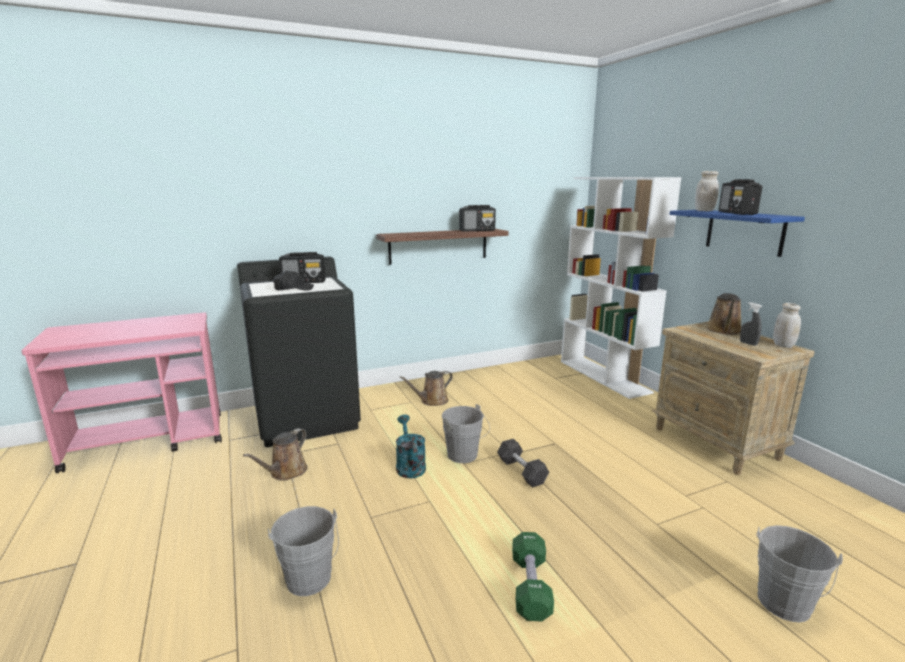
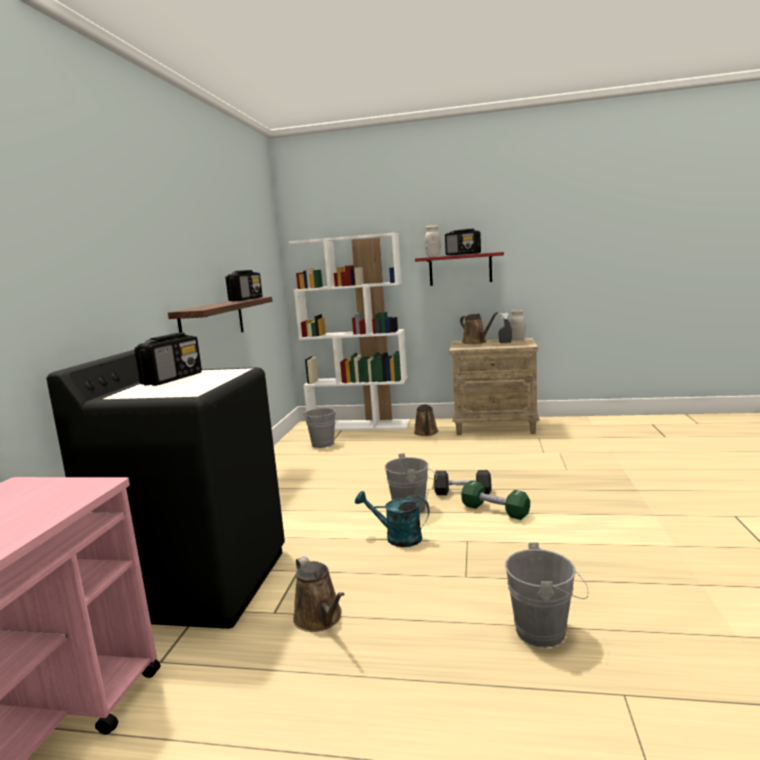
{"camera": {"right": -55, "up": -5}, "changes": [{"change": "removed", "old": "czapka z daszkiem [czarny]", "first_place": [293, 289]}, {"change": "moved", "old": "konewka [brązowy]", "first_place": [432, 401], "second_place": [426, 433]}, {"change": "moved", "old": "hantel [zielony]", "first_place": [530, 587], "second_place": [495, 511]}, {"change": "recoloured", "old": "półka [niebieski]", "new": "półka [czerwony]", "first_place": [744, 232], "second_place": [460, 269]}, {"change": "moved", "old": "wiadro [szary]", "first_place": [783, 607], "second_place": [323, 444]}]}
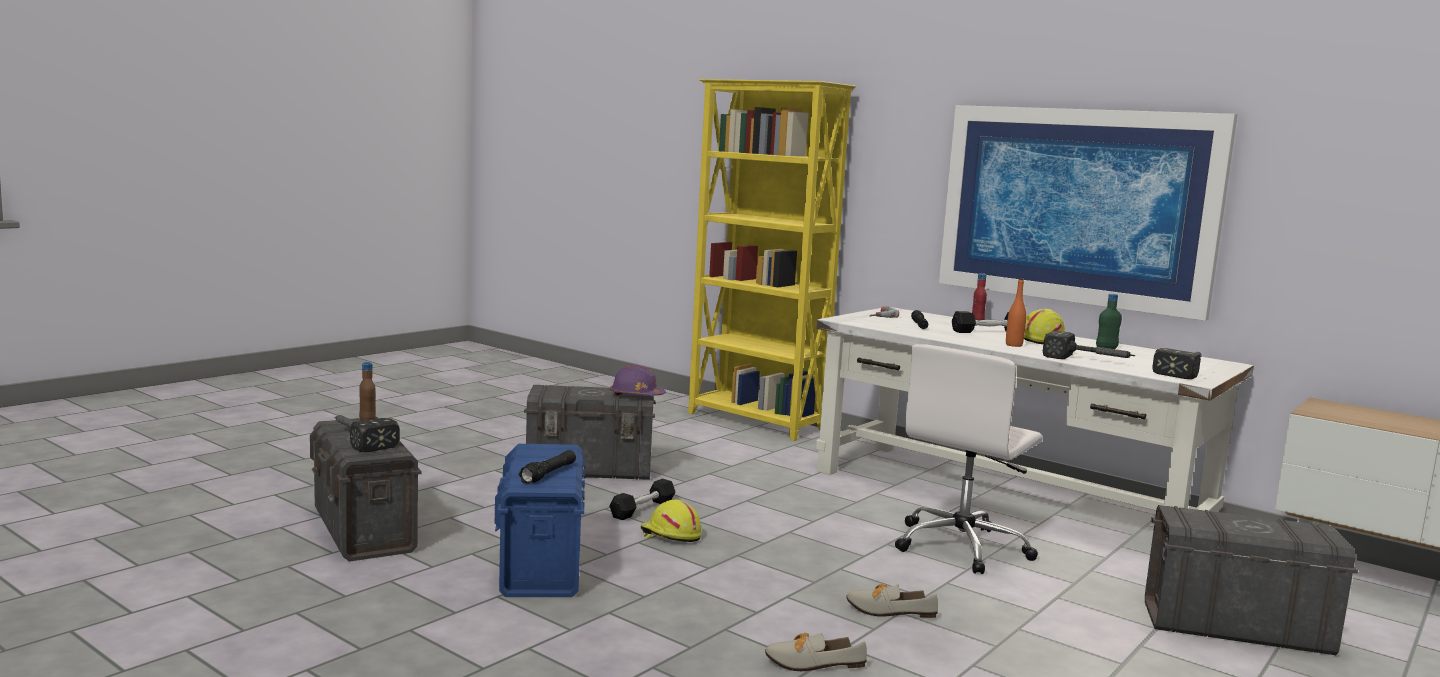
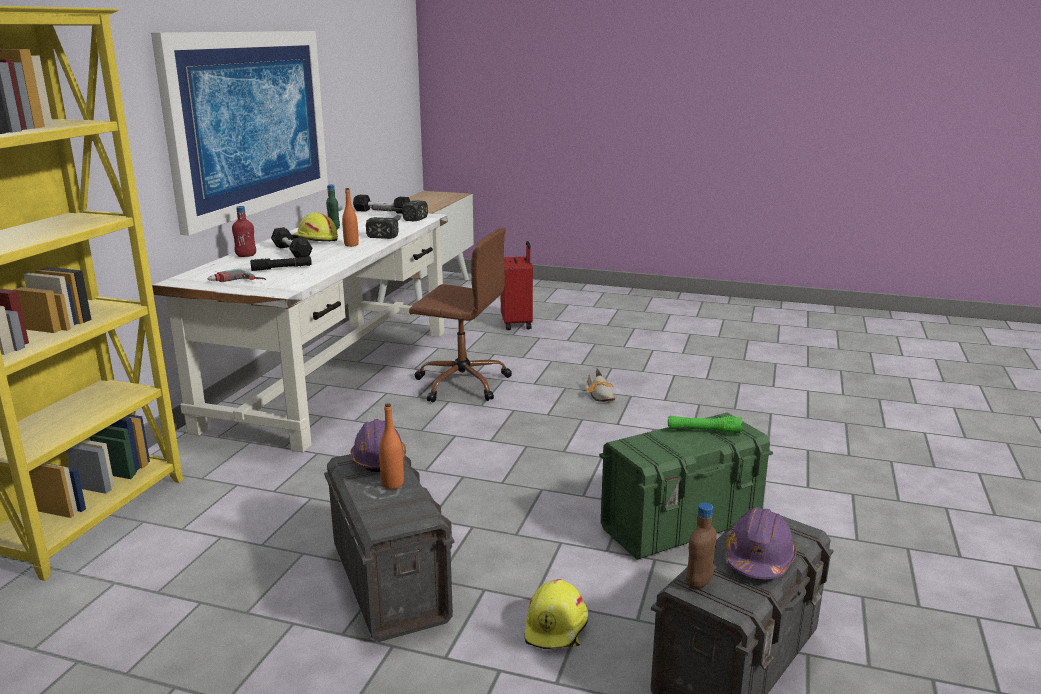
{"camera": {"right": -110, "up": 10}, "changes": [{"change": "replaced", "old": "młotek", "new": "kask [fioletowy]", "first_place": [358, 439], "second_place": [759, 559]}, {"change": "recoloured", "old": "pojemnik do przechowywania [niebieski]", "new": "pojemnik do przechowywania [zielony]", "first_place": [541, 564], "second_place": [681, 524]}, {"change": "recoloured", "old": "latarka [czarny]", "new": "latarka [zielony]", "first_place": [548, 474], "second_place": [703, 431]}, {"change": "moved", "old": "hantel [czarny]", "first_place": [642, 509], "second_place": [382, 211]}, {"change": "moved", "old": "kask [żółty]", "first_place": [670, 535], "second_place": [556, 628]}, {"change": "removed", "old": "but", "first_place": [807, 663]}, {"change": "recoloured", "old": "krzesło biurowe [biały]", "new": "krzesło biurowe [brązowy]", "first_place": [962, 546], "second_place": [460, 383]}, {"change": "replaced", "old": "pojemnik do przechowywania [szary]", "new": "walizka [czerwony]", "first_place": [1234, 627], "second_place": [517, 324]}, {"change": "added", "new": "butelka [pomarańczowy]", "second_place": [392, 484]}]}
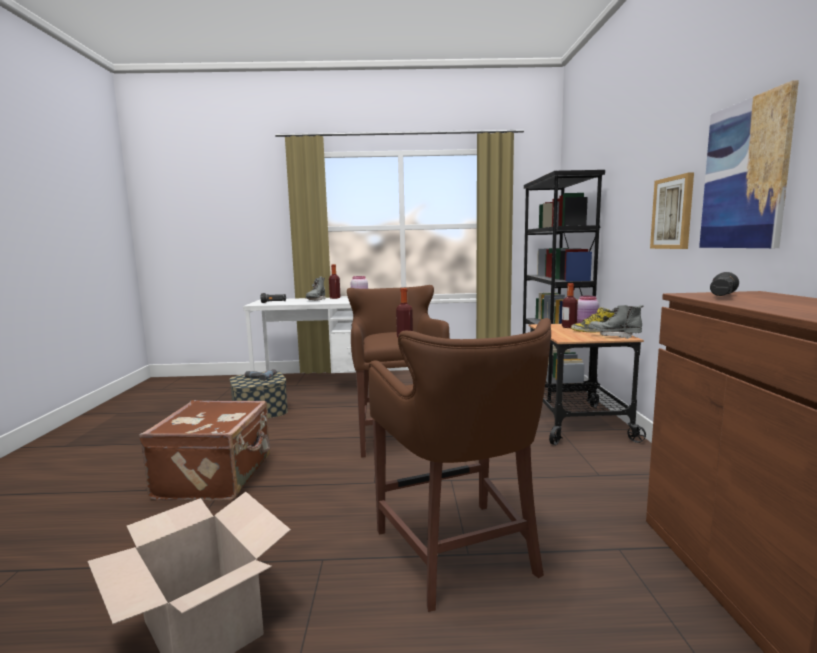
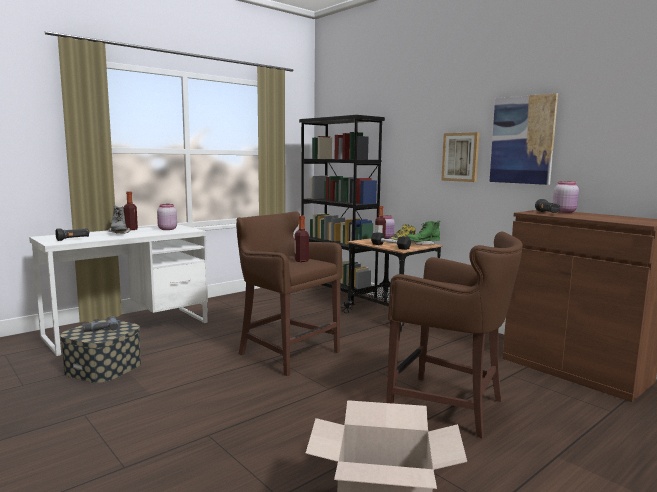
{"camera": {"right": -40, "up": 0}, "changes": [{"change": "removed", "old": "walizka [brązowy]", "first_place": [217, 477]}, {"change": "recoloured", "old": "but z cholewką [szary]", "new": "but z cholewką [zielony]", "first_place": [614, 336], "second_place": [422, 244]}, {"change": "added", "new": "hantel [czarny]", "second_place": [390, 246]}, {"change": "added", "new": "słoik [różowy]", "second_place": [564, 212]}]}
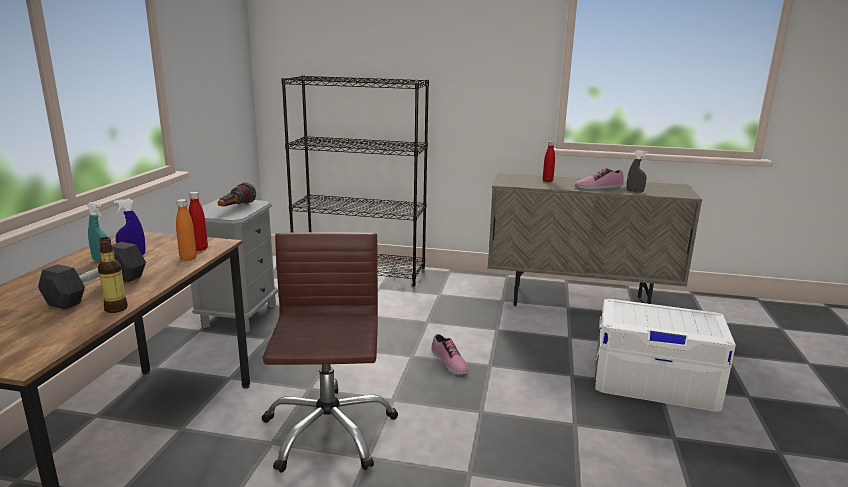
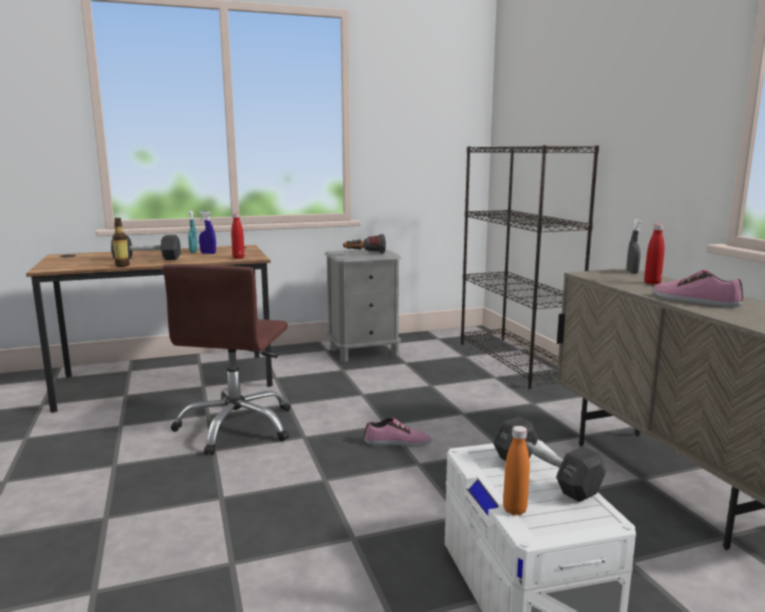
{"camera": {"right": 60, "up": -5}, "changes": [{"change": "moved", "old": "butelka [pomarańczowy]", "first_place": [188, 259], "second_place": [514, 510]}, {"change": "turned", "old": "krzesło biurowe [brązowy]", "first_place": [328, 431], "second_place": [237, 427], "degrees": 135}, {"change": "turned", "old": "but", "first_place": [448, 362], "second_place": [397, 443], "degrees": -120}, {"change": "moved", "old": "spryskiwacz [szary]", "first_place": [634, 191], "second_place": [632, 272]}, {"change": "added", "new": "hantel [czarny]", "second_place": [545, 475]}]}
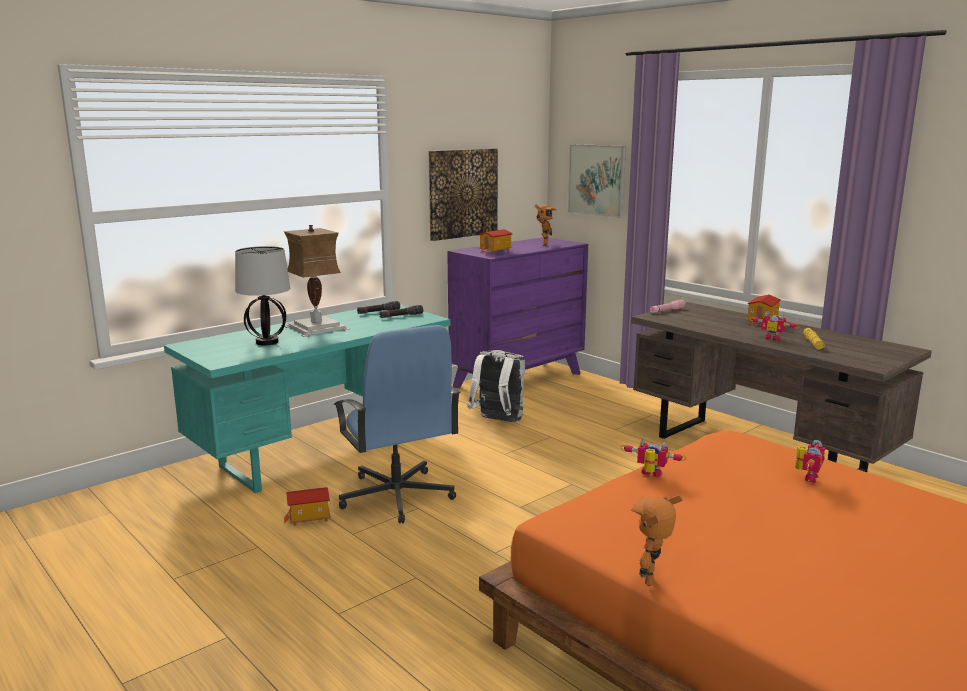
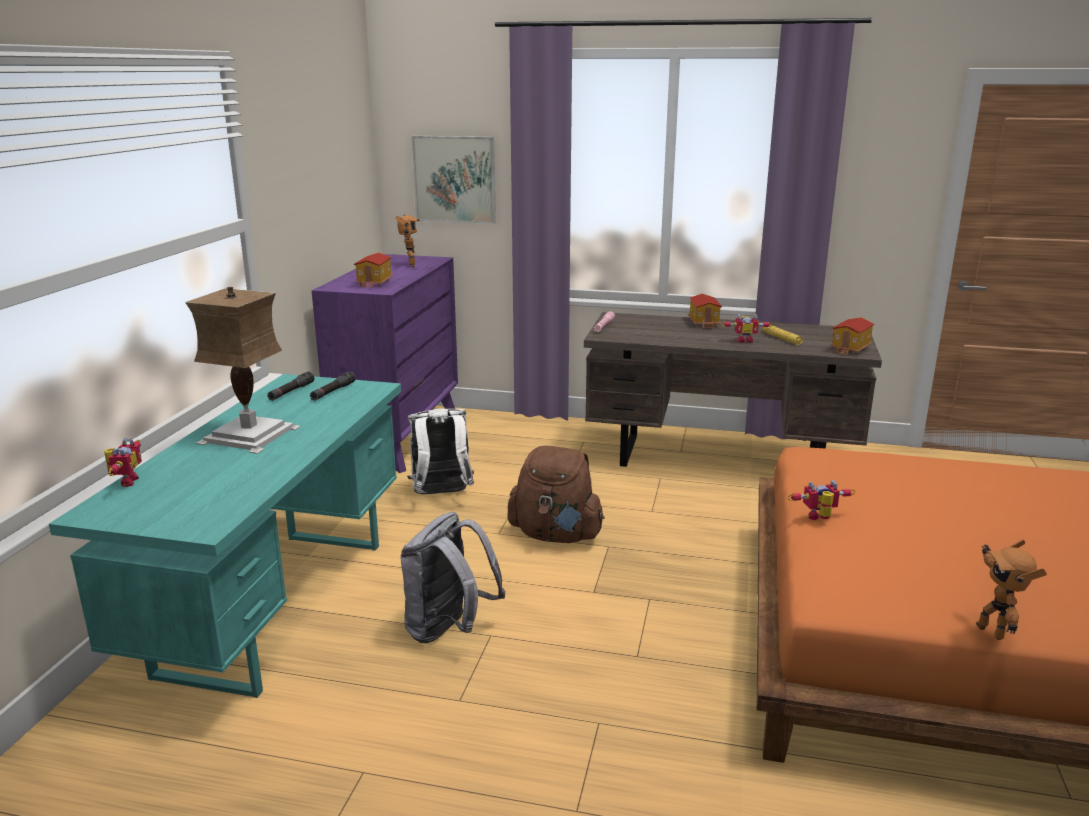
{"camera": {"right": -35, "up": 5}, "changes": [{"change": "removed", "old": "lampa stołowa", "first_place": [267, 342]}, {"change": "moved", "old": "domek", "first_place": [309, 518], "second_place": [851, 349]}, {"change": "replaced", "old": "krzesło biurowe [niebieski]", "new": "plecak [szary]", "first_place": [396, 496], "second_place": [448, 630]}, {"change": "removed", "old": "obraz", "first_place": [462, 193]}, {"change": "moved", "old": "robot zabawkowy", "first_place": [806, 477], "second_place": [125, 481]}, {"change": "added", "new": "plecak [brązowy]", "second_place": [556, 535]}]}
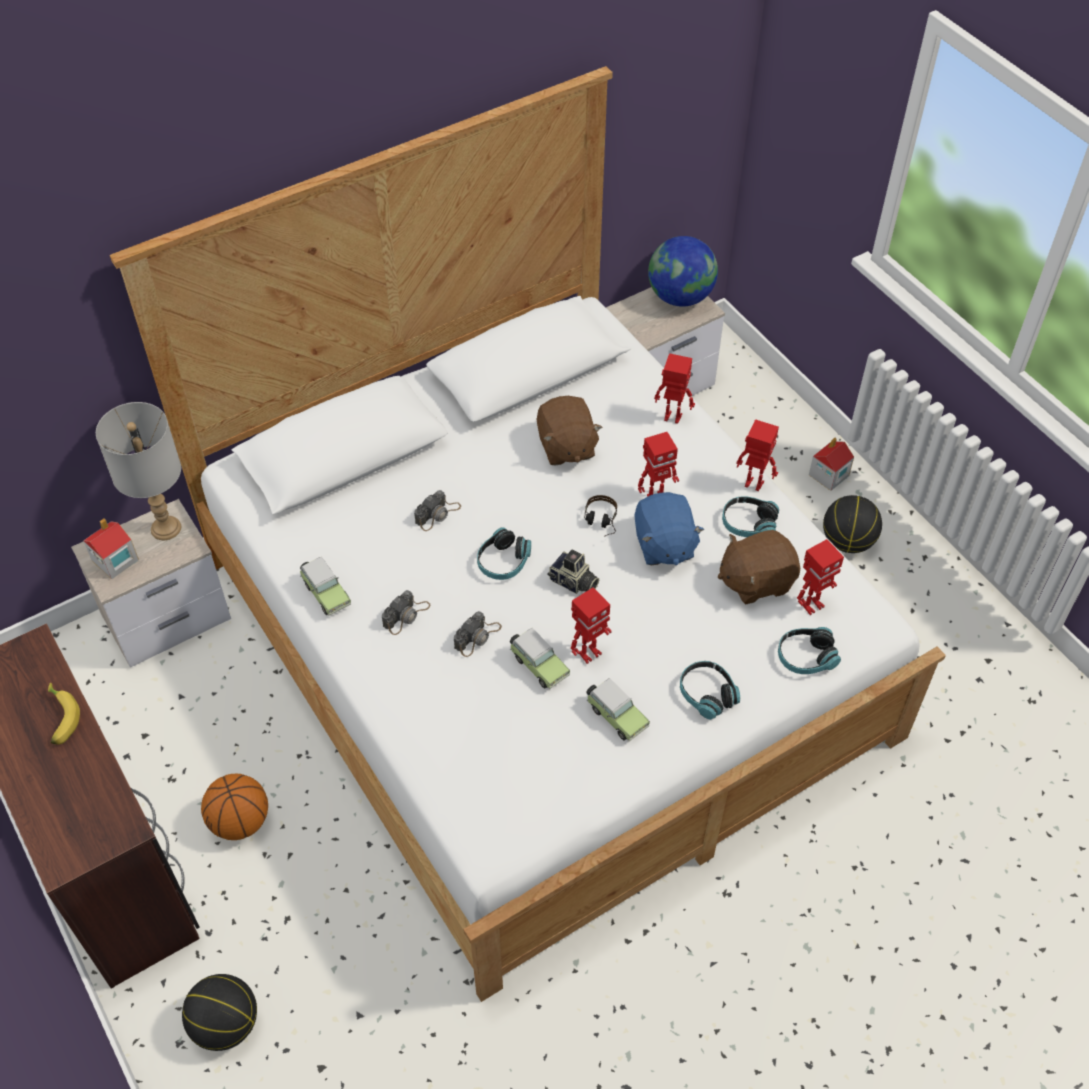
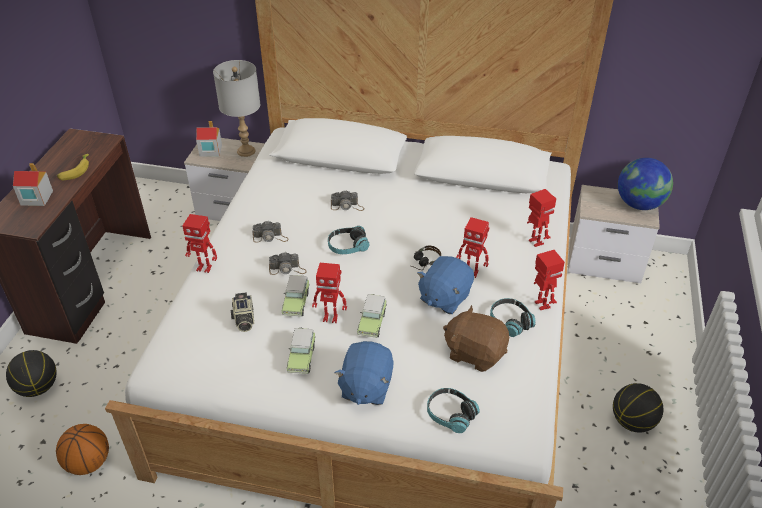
{"camera": {"right": 45, "up": -10}, "changes": [{"change": "moved", "old": "piłka do koszykówki", "first_place": [240, 821], "second_place": [89, 463]}, {"change": "moved", "old": "samochodzik", "first_place": [325, 593], "second_place": [372, 322]}, {"change": "removed", "old": "pluszak [brązowy]", "first_place": [566, 447]}, {"change": "moved", "old": "aparat fotograficzny", "first_place": [573, 583], "second_place": [243, 320]}, {"change": "replaced", "old": "słuchawki", "new": "pluszak [niebieski]", "first_place": [707, 694], "second_place": [365, 387]}, {"change": "moved", "old": "robot zabawkowy", "first_place": [811, 605], "second_place": [204, 268]}, {"change": "moved", "old": "domek", "first_place": [828, 475], "second_place": [36, 198]}]}
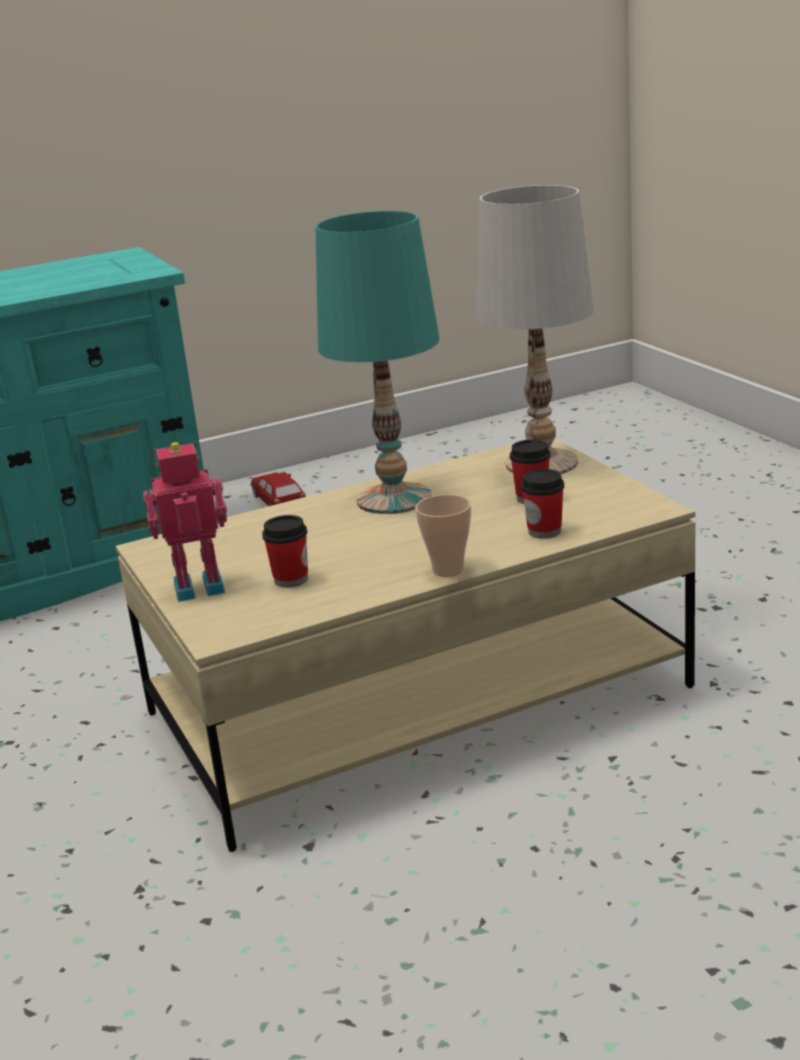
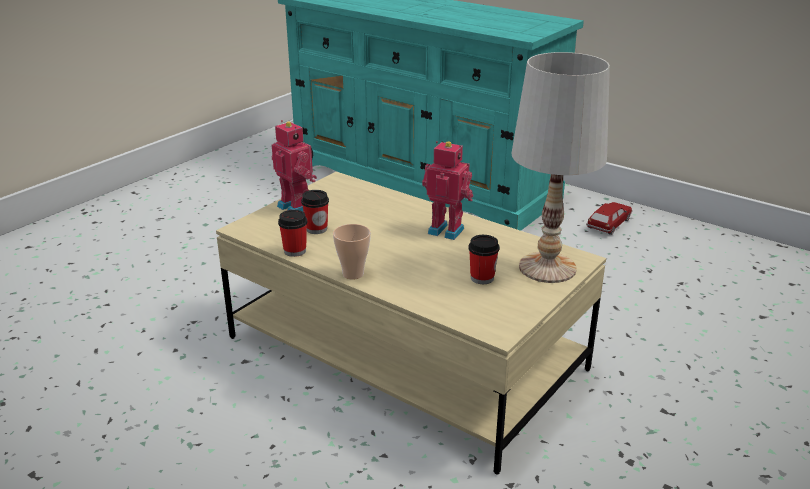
{"camera": {"right": 60, "up": 5}, "changes": [{"change": "replaced", "old": "lampa stołowa [turkusowy]", "new": "robot zabawkowy", "first_place": [393, 499], "second_place": [447, 230]}, {"change": "moved", "old": "filiżanka", "first_place": [544, 531], "second_place": [295, 251]}]}
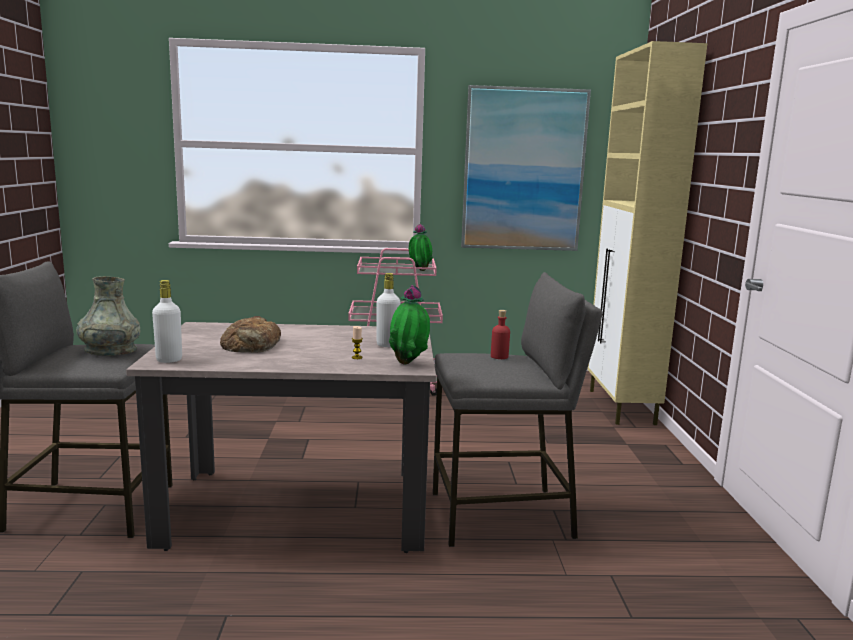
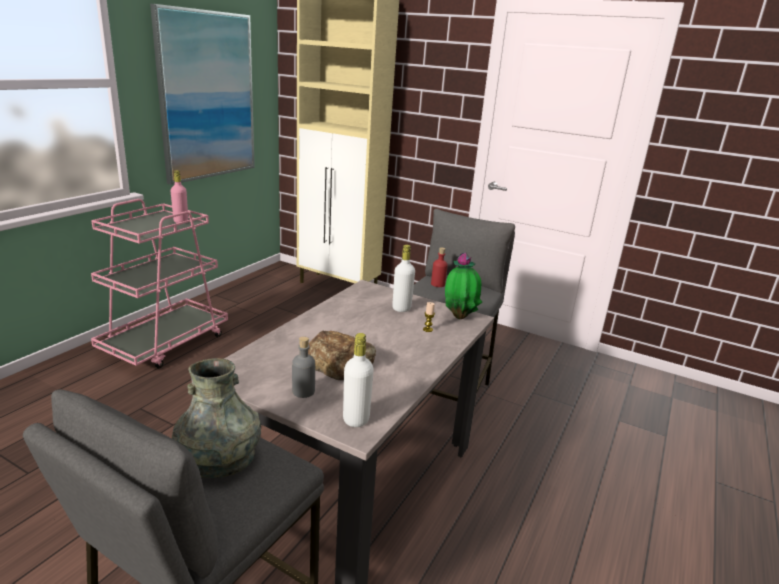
{"camera": {"right": -60, "up": 10}, "changes": [{"change": "replaced", "old": "roślina doniczkowa", "new": "butelka [różowy]", "first_place": [419, 271], "second_place": [181, 221]}, {"change": "added", "new": "butelka [szary]", "second_place": [303, 391]}]}
